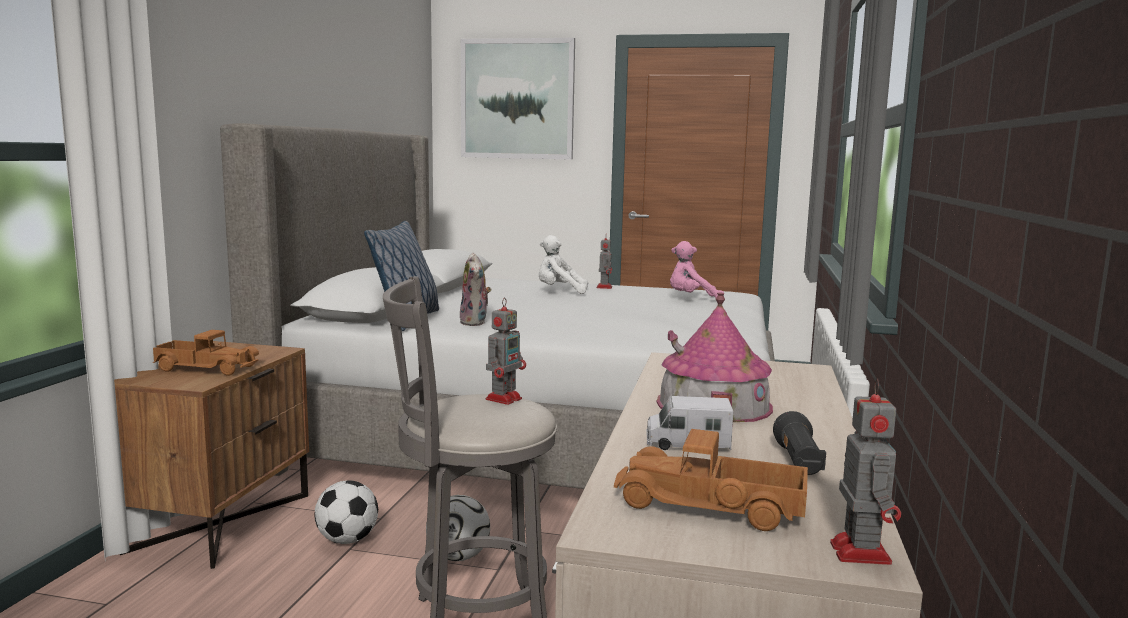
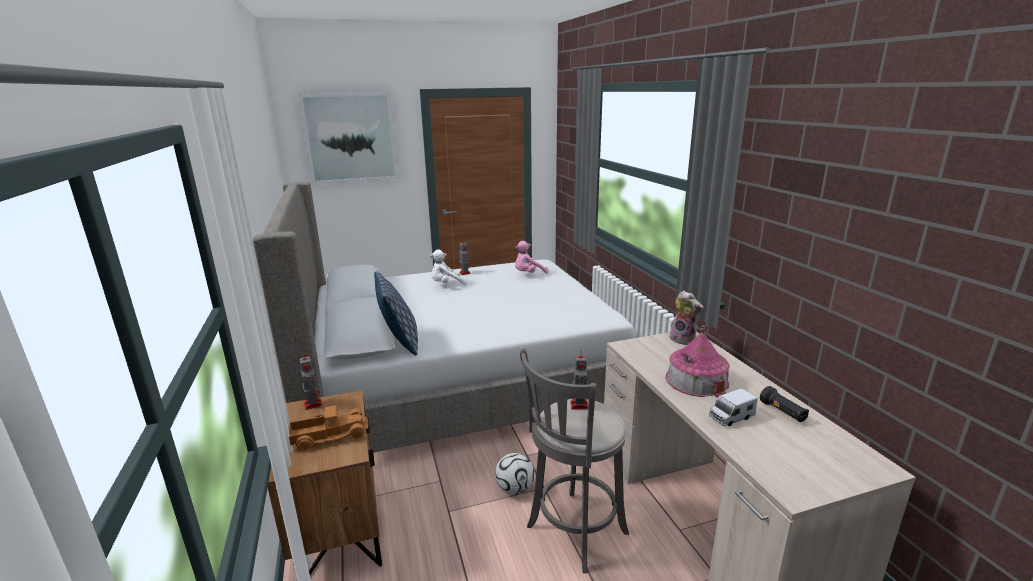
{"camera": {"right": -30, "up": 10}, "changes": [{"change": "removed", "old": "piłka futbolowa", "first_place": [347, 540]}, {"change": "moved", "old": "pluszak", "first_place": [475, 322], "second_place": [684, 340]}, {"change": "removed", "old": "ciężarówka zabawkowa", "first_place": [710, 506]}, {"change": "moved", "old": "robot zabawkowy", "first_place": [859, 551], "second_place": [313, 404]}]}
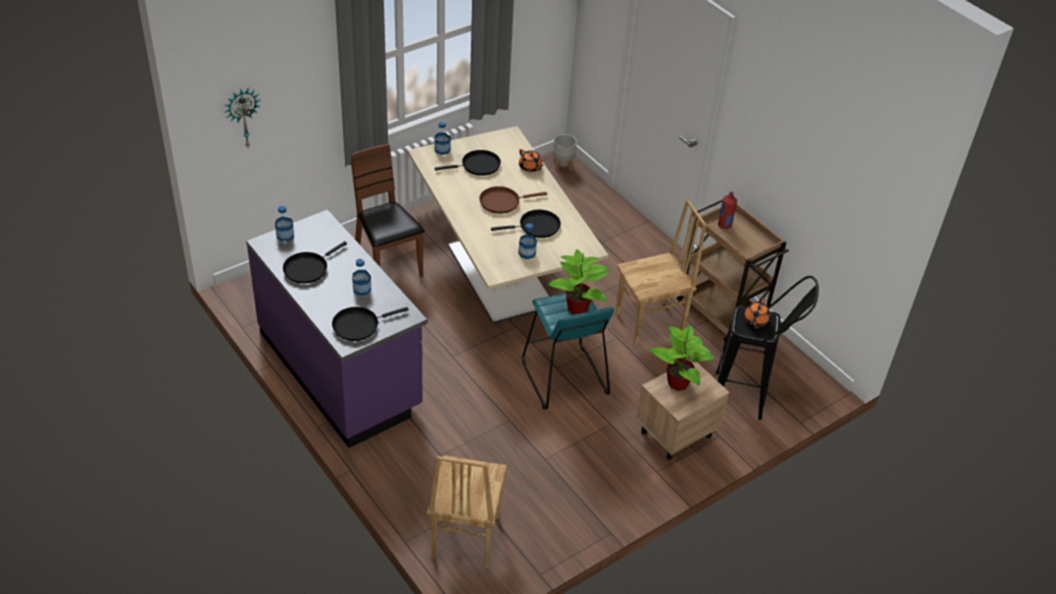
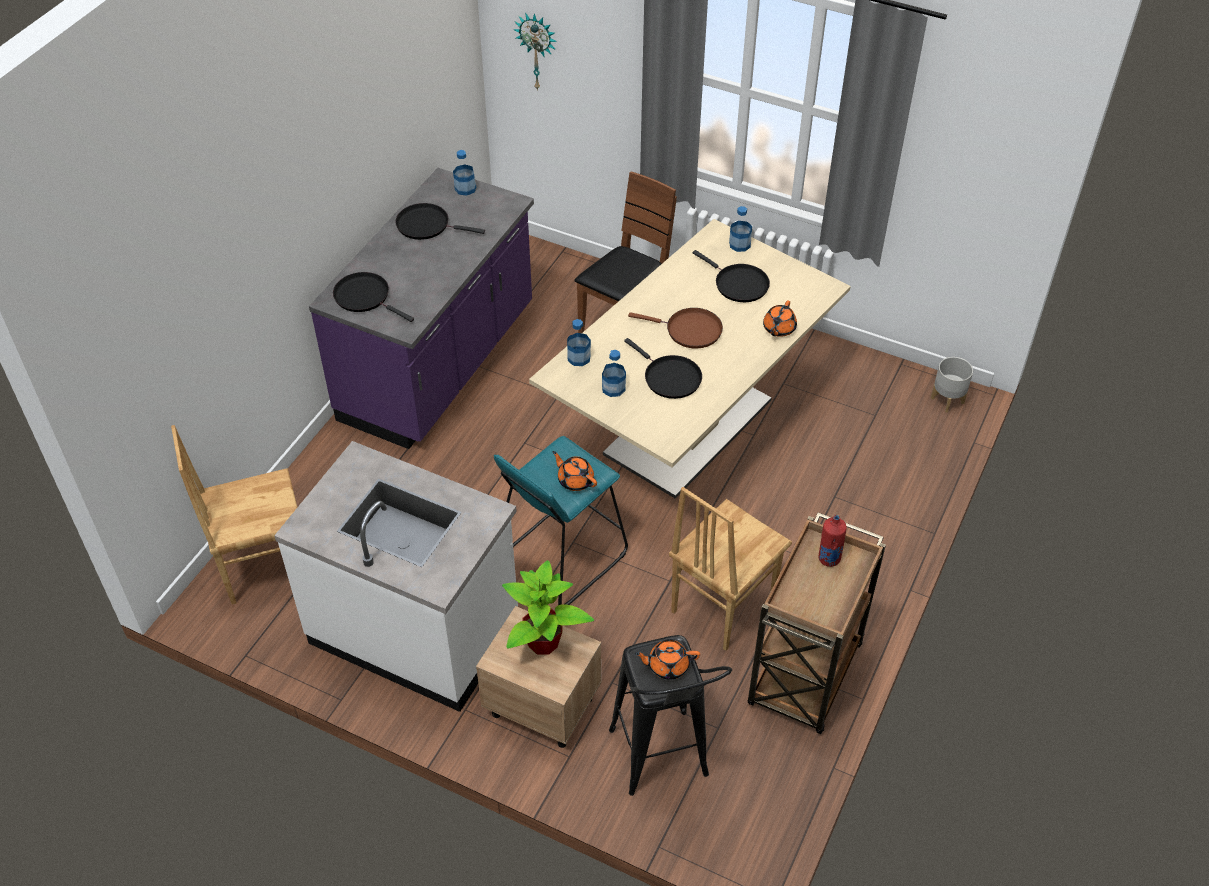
{"camera": {"right": 65, "up": 5}, "changes": [{"change": "moved", "old": "butelka", "first_place": [362, 289], "second_place": [579, 358]}, {"change": "turned", "old": "patelnia [brązowy]", "first_place": [502, 202], "second_place": [689, 330], "degrees": 150}, {"change": "replaced", "old": "roślina doniczkowa", "new": "imbryk [pomarańczowy]", "first_place": [578, 307], "second_place": [575, 480]}, {"change": "turned", "old": "krzesło [brązowy]", "first_place": [650, 324], "second_place": [721, 606], "degrees": 90}, {"change": "added", "new": "zabudowa kuchenna [biały]", "second_place": [415, 629]}]}
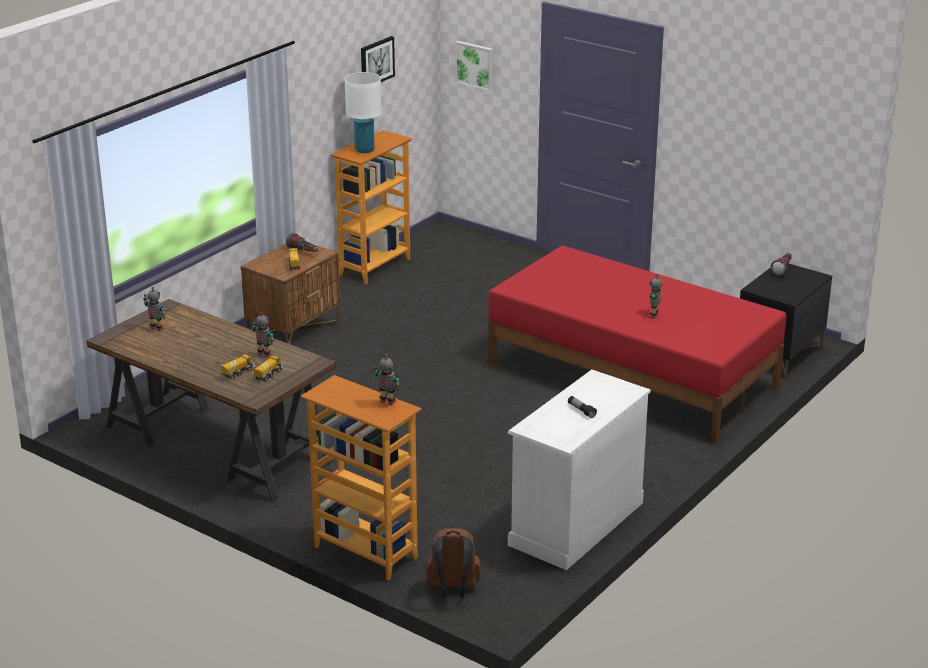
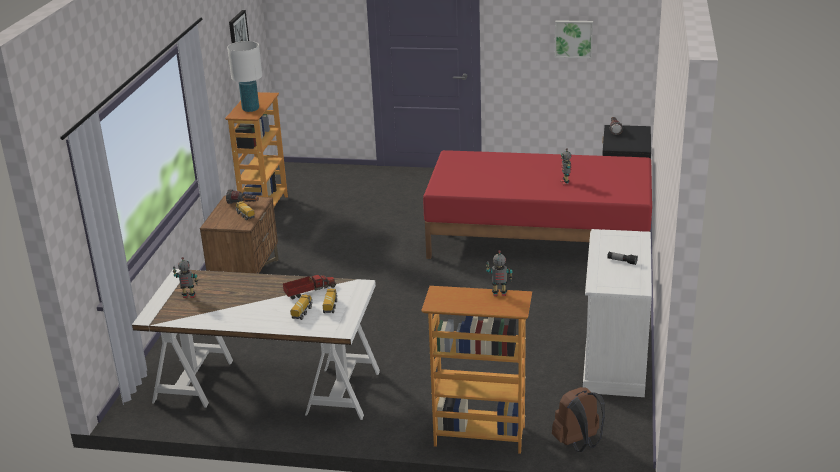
{"camera": {"right": -25, "up": 0}, "changes": [{"change": "recoloured", "old": "biurko [brązowy]", "new": "biurko [biały]", "first_place": [216, 445], "second_place": [267, 387]}, {"change": "replaced", "old": "robot zabawkowy", "new": "ciężarówka zabawkowa", "first_place": [264, 355], "second_place": [308, 291]}, {"change": "moved", "old": "obraz", "first_place": [475, 65], "second_place": [573, 38]}]}
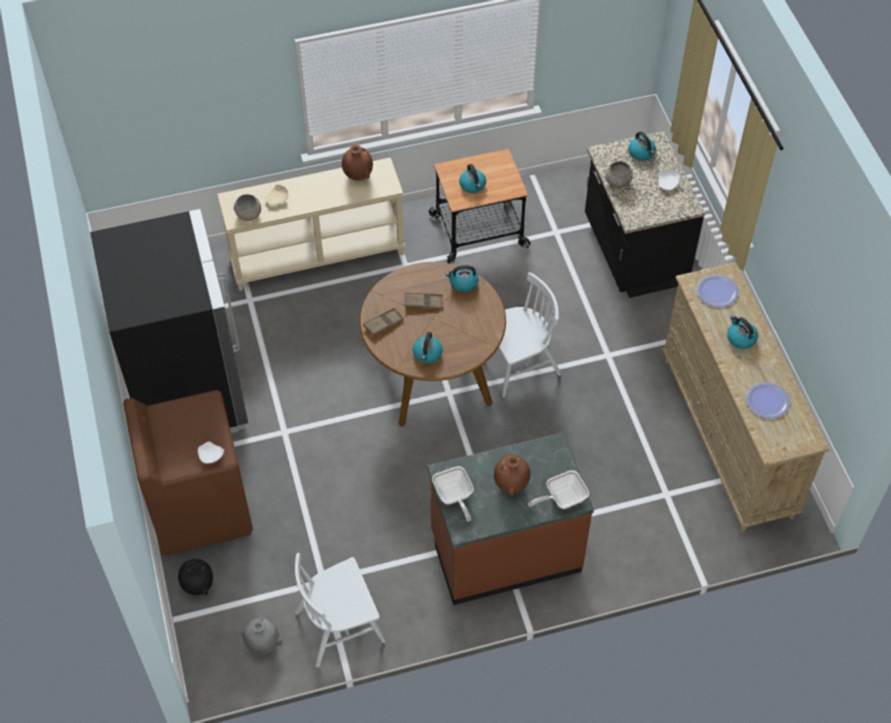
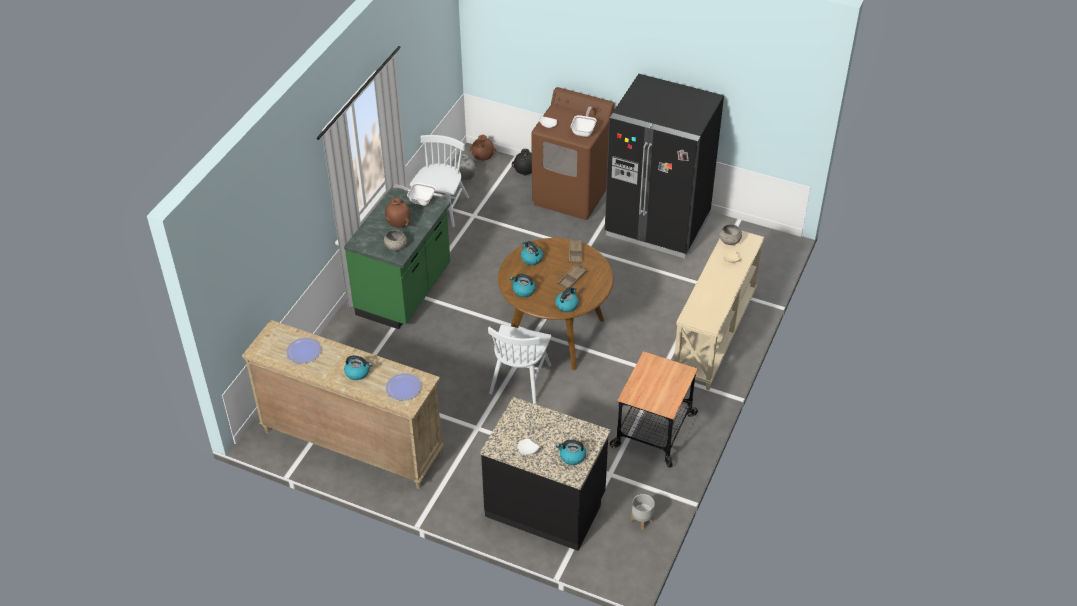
{"camera": {"right": 130, "up": -10}, "changes": [{"change": "moved", "old": "wazon [brązowy]", "first_place": [357, 175], "second_place": [483, 158]}, {"change": "recoloured", "old": "zabudowa kuchenna [brązowy]", "new": "zabudowa kuchenna [zielony]", "first_place": [505, 551], "second_place": [405, 292]}, {"change": "moved", "old": "czajnik", "first_place": [473, 185], "second_place": [523, 290]}, {"change": "moved", "old": "patelnia", "first_place": [561, 499], "second_place": [584, 130]}, {"change": "moved", "old": "miska [szary]", "first_place": [618, 182], "second_place": [395, 246]}, {"change": "added", "new": "donica [szary]", "second_place": [642, 521]}]}
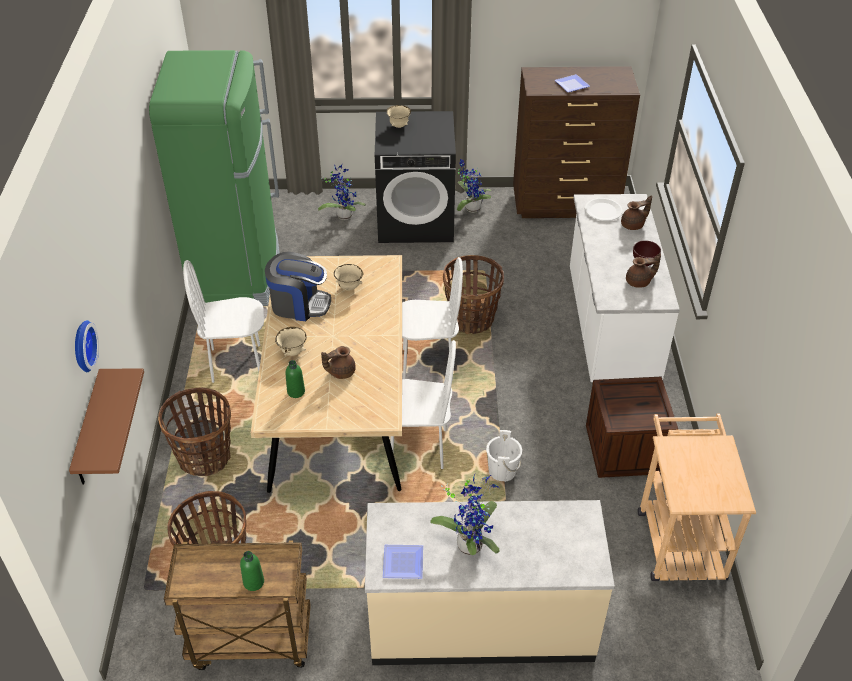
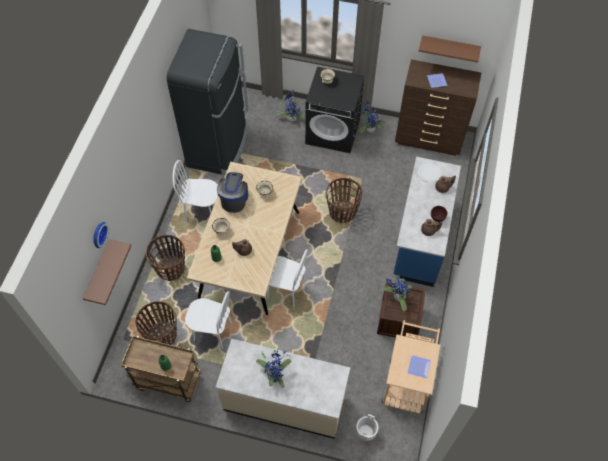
{"camera": {"right": 15, "up": 15}, "changes": [{"change": "recoloured", "old": "lodówka [zielony]", "new": "lodówka [czarny]", "first_place": [237, 273], "second_place": [218, 148]}, {"change": "turned", "old": "ekspres do kawy", "first_place": [299, 304], "second_place": [234, 199], "degrees": -105}, {"change": "moved", "old": "talerz", "first_place": [401, 564], "second_place": [418, 367]}, {"change": "moved", "old": "krzesło [biały]", "first_place": [427, 364], "second_place": [212, 332]}, {"change": "moved", "old": "wiadro [biały]", "first_place": [502, 470], "second_place": [365, 432]}, {"change": "recoloured", "old": "zabudowa kuchenna [biały]", "new": "zabudowa kuchenna [niebieski]", "first_place": [609, 330], "second_place": [420, 238]}, {"change": "added", "new": "roślina doniczkowa", "second_place": [397, 298]}, {"change": "added", "new": "półka [brązowy]", "second_place": [450, 47]}]}
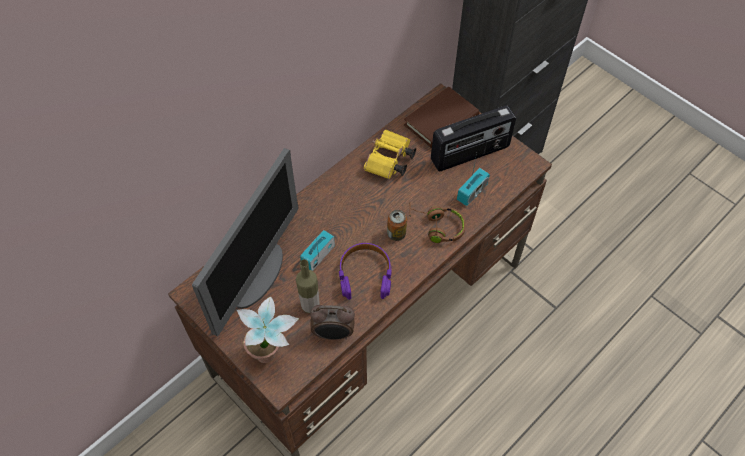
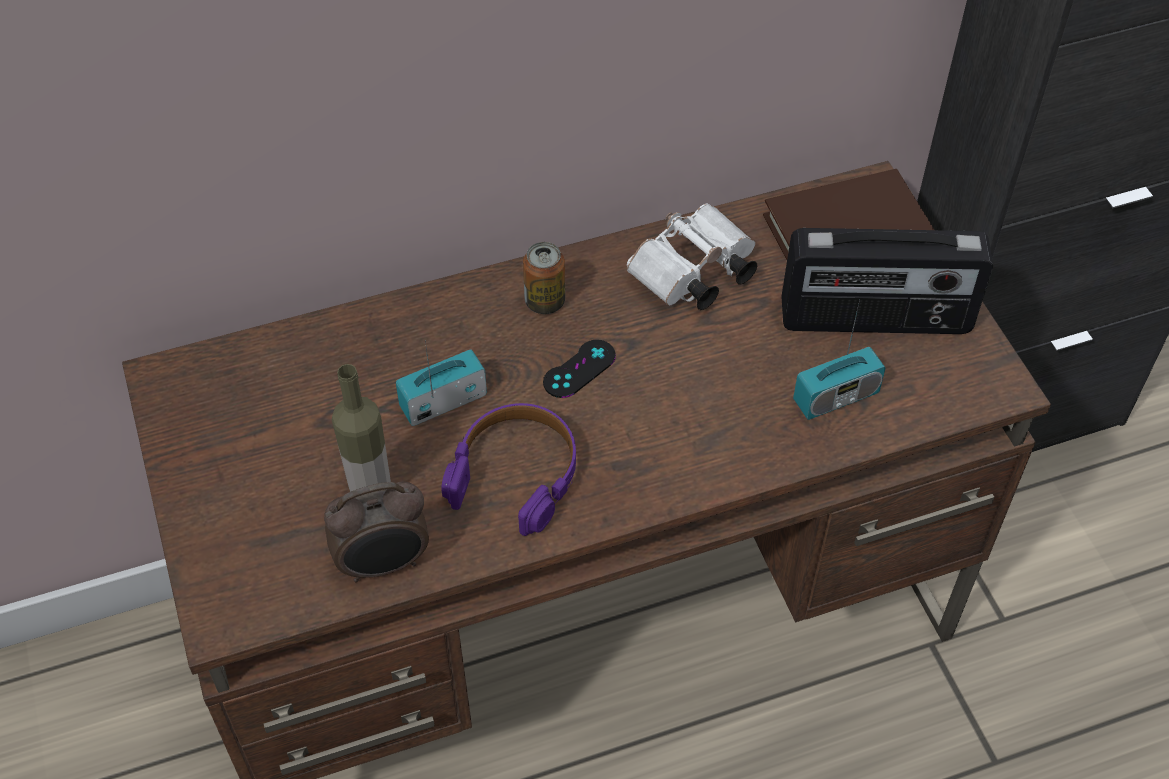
{"camera": {"right": 25, "up": -5}, "changes": [{"change": "removed", "old": "monitor", "first_place": [258, 275]}, {"change": "removed", "old": "roślina doniczkowa", "first_place": [272, 357]}, {"change": "turned", "old": "budzik", "first_place": [333, 334], "second_place": [384, 564], "degrees": -45}, {"change": "recoloured", "old": "lornetka [żółty]", "new": "lornetka [biały]", "first_place": [389, 162], "second_place": [692, 276]}, {"change": "moved", "old": "puszka", "first_place": [396, 234], "second_place": [545, 301]}, {"change": "removed", "old": "słuchawki [brązowy]", "first_place": [436, 226]}, {"change": "added", "new": "pad do gier [czarny]", "second_place": [579, 369]}]}
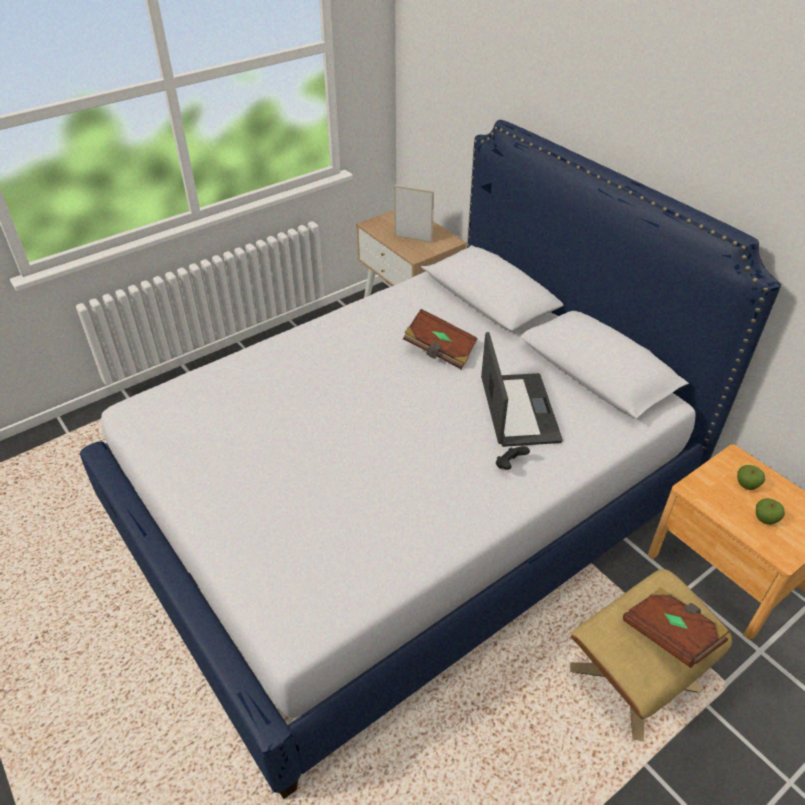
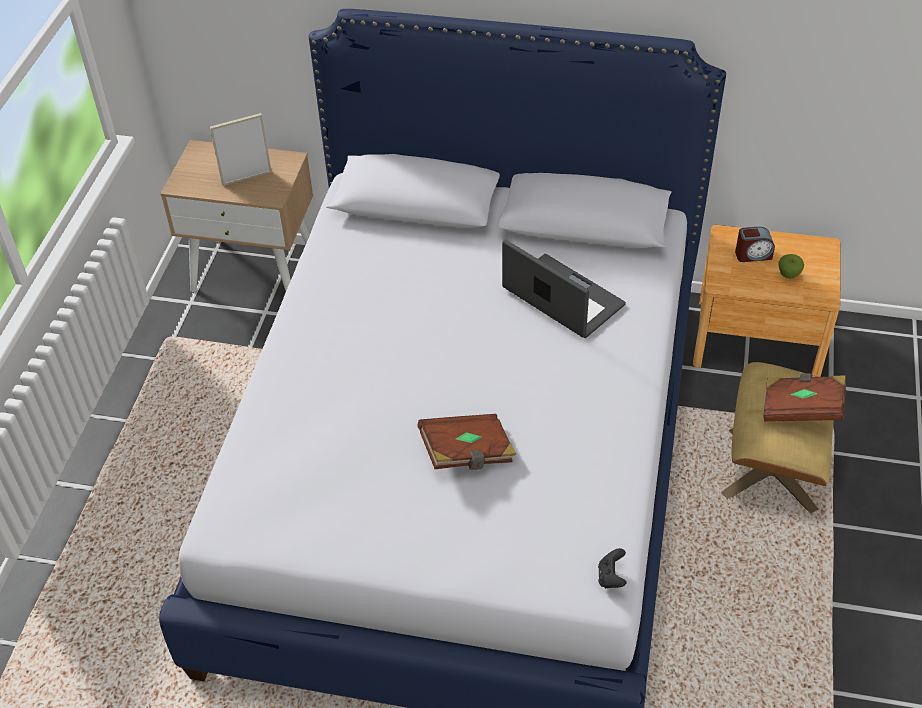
{"camera": {"right": -40, "up": 5}, "changes": [{"change": "moved", "old": "książka [brązowy]", "first_place": [440, 351], "second_place": [467, 453]}, {"change": "moved", "old": "pad do gier [czarny]", "first_place": [509, 465], "second_place": [611, 577]}, {"change": "replaced", "old": "jabłko", "new": "budzik", "first_place": [746, 485], "second_place": [753, 255]}]}
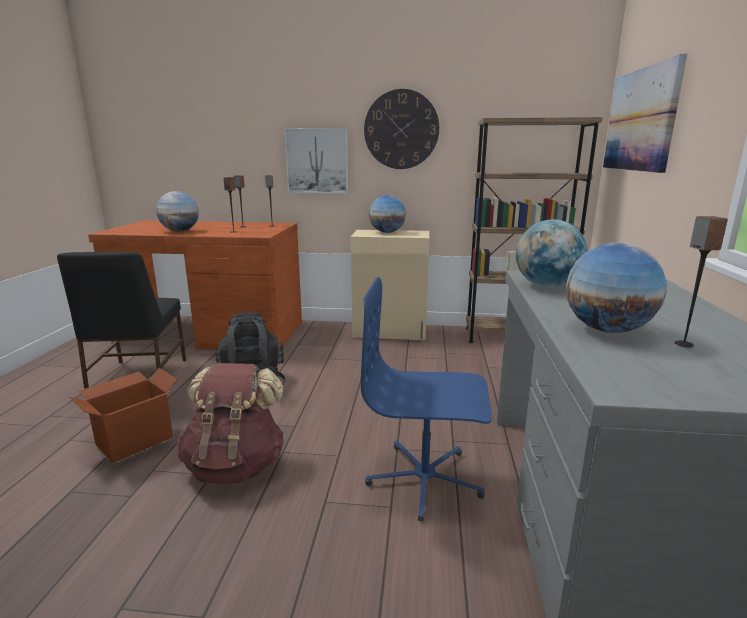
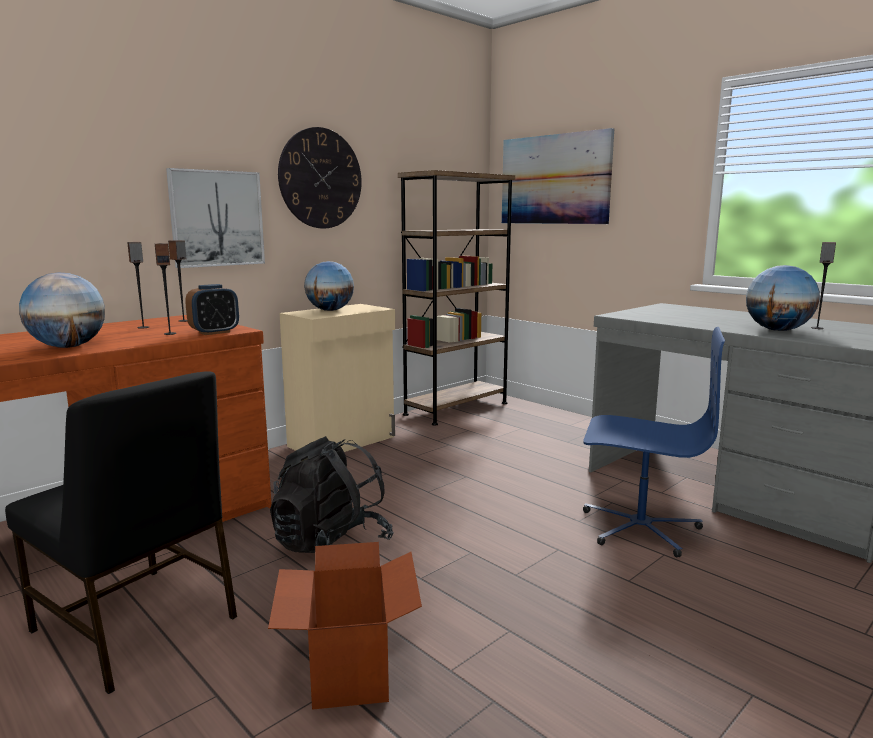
{"camera": {"right": -50, "up": -5}, "changes": [{"change": "removed", "old": "plecak [brązowy]", "first_place": [236, 465]}, {"change": "turned", "old": "krzesło biurowe [niebieski]", "first_place": [425, 479], "second_place": [639, 527], "degrees": -120}, {"change": "removed", "old": "globus", "first_place": [546, 286]}, {"change": "added", "new": "budzik", "second_place": [214, 332]}]}
